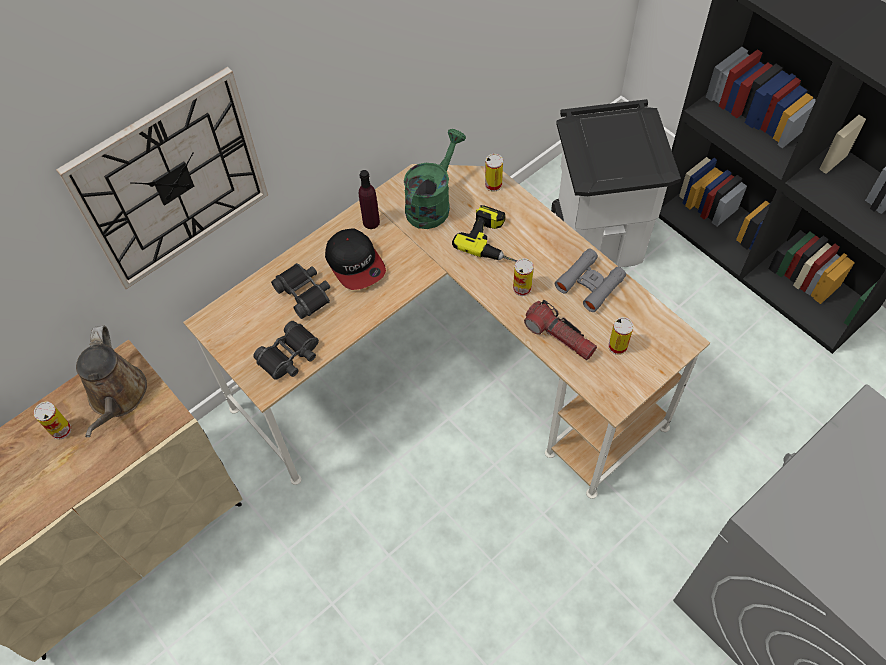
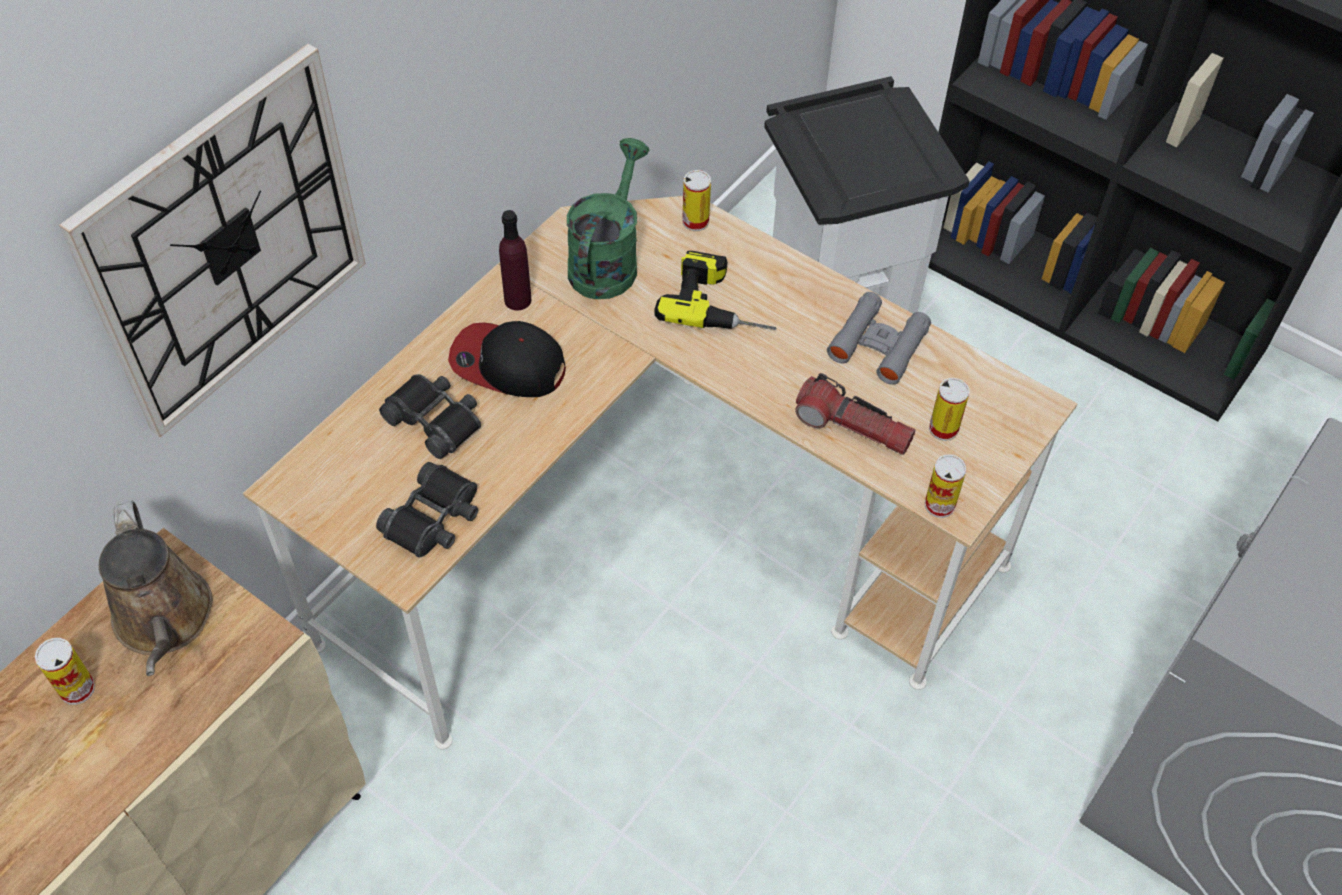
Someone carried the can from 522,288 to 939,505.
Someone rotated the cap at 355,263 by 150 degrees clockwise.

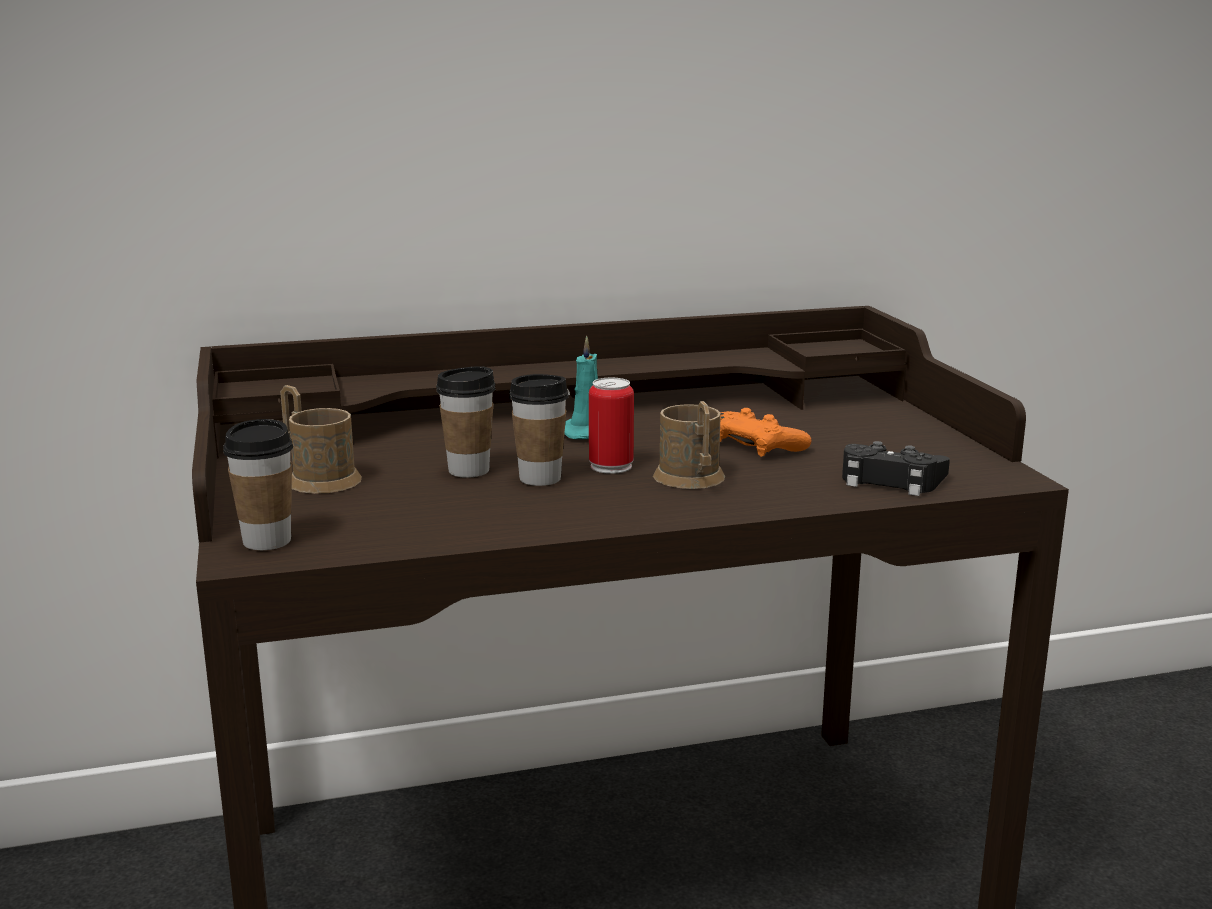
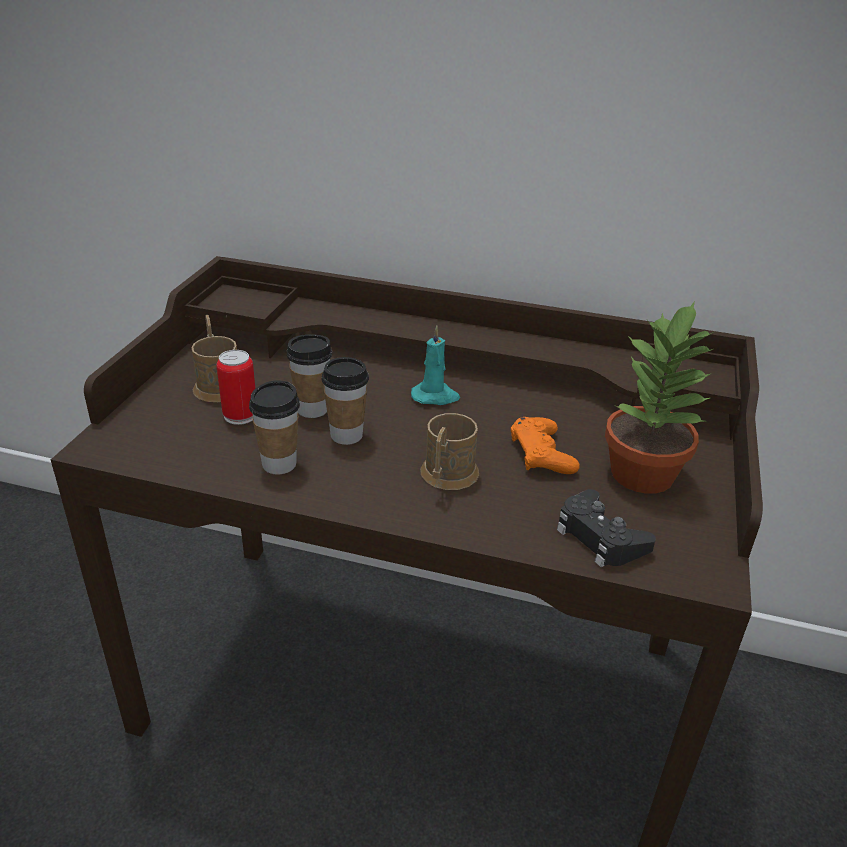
Someone put down the potted plant at 644,474.
Someone carried the cup from 267,541 to 279,464.
Someone carried the can from 611,466 to 240,415.

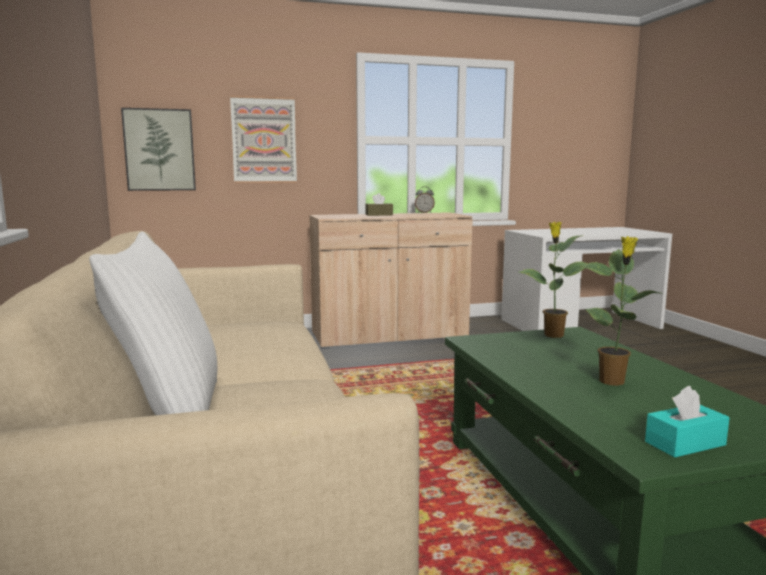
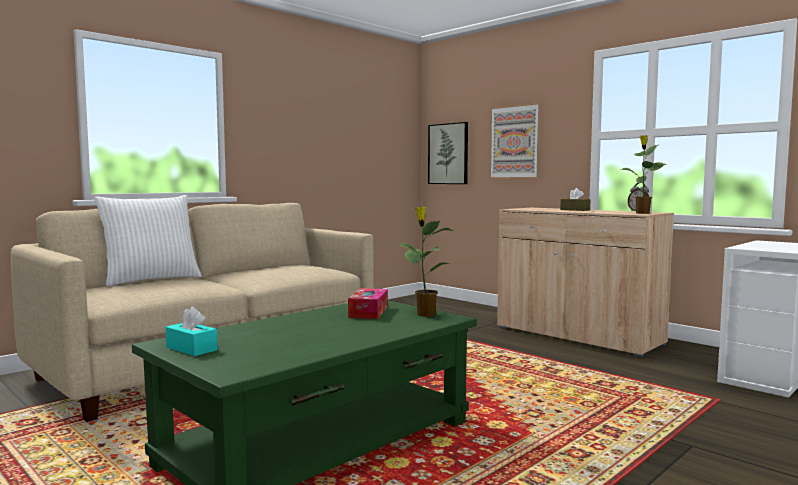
Someone put down the tissue box at 368,312.
Someone carried the potted plant from 613,382 to 642,213.

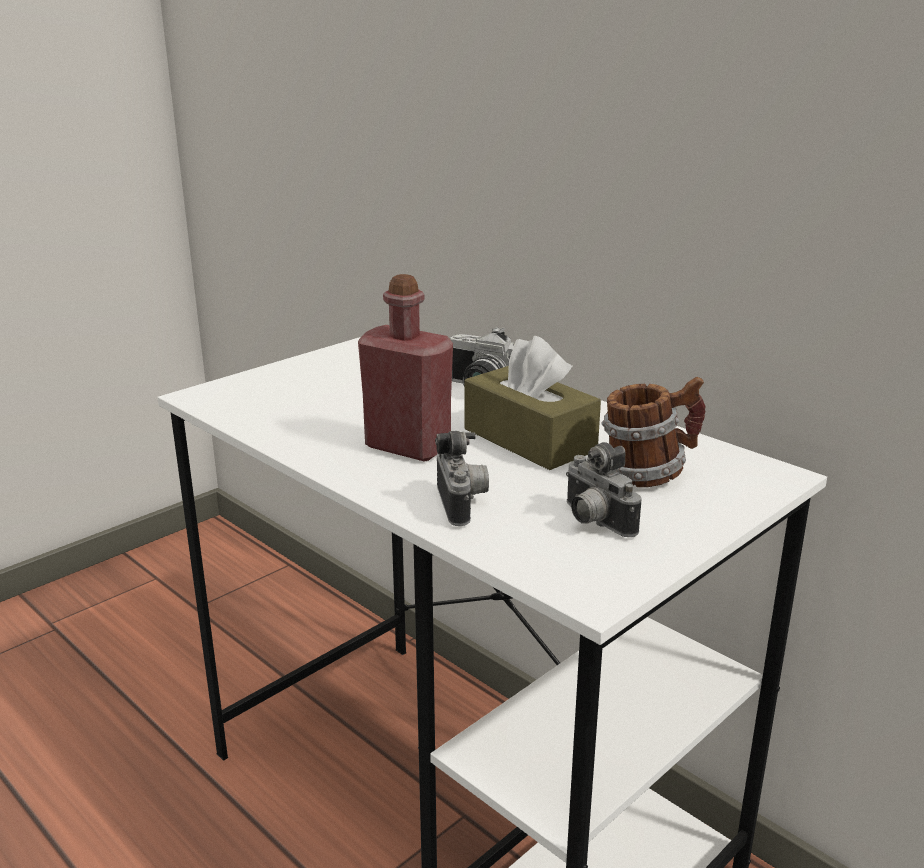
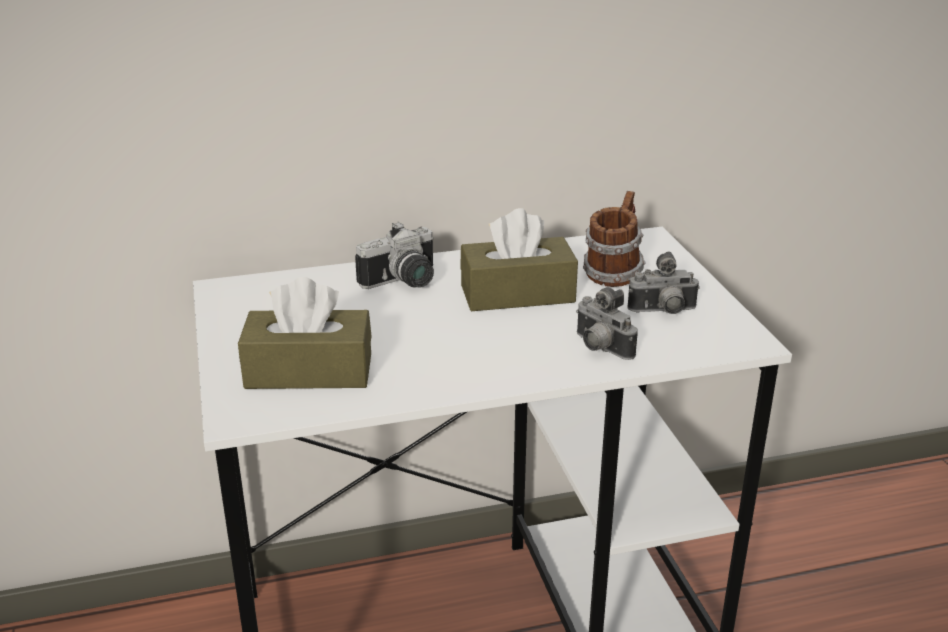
Someone took away the red bottle at 408,447.
Someone put down the brown tissue box at 309,371.
Someone rotated the photo camera at 463,505 by 150 degrees counterclockwise.

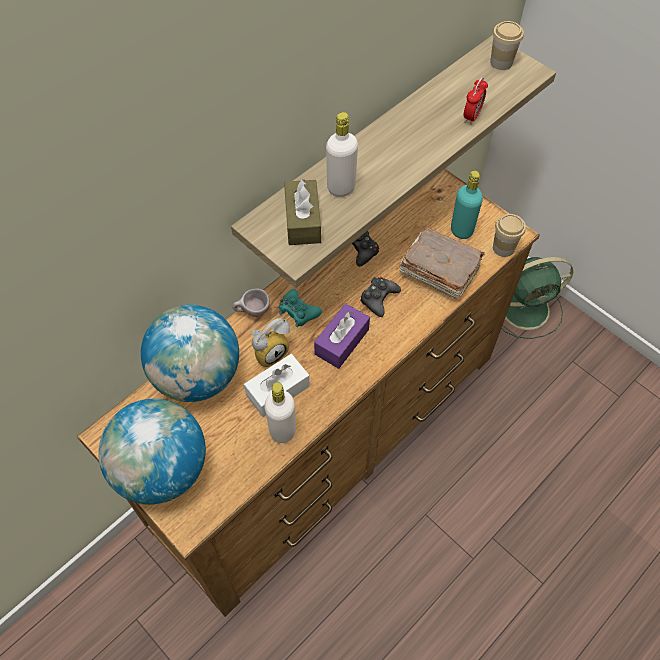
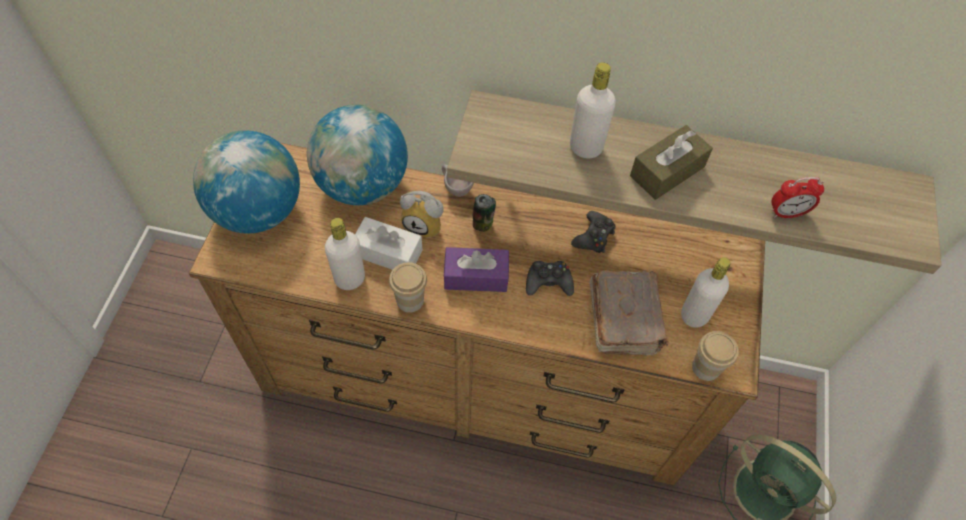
Someone carried the brown tissue box from 302,220 to 667,171.
Someone carried the cup from 501,62 to 410,300.
Someone swapped the turquoise game controller at 298,311 for the can at 483,223.
Someone repainted the turquoise bottle at 461,230, which became the white bottle at 694,315.

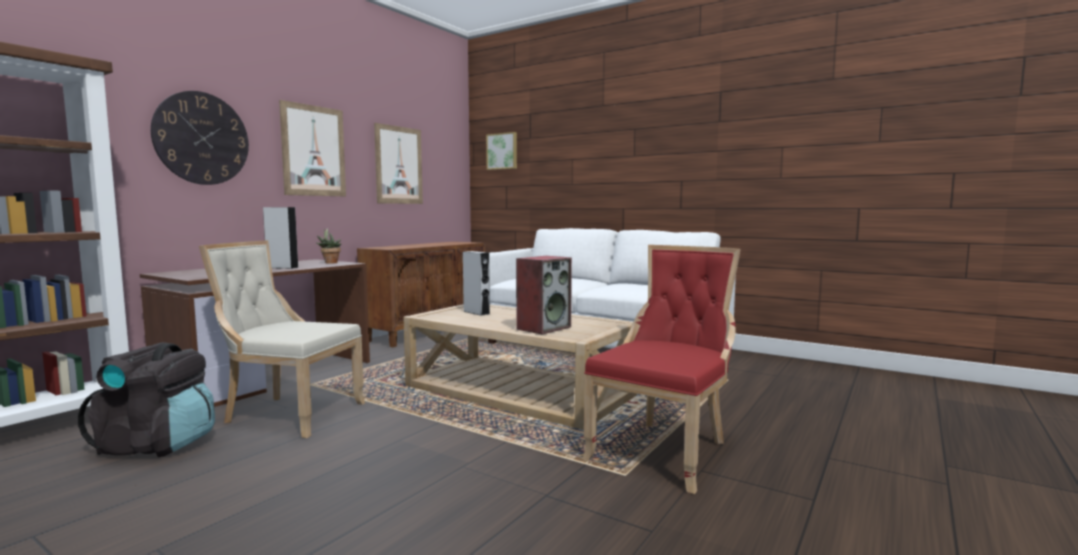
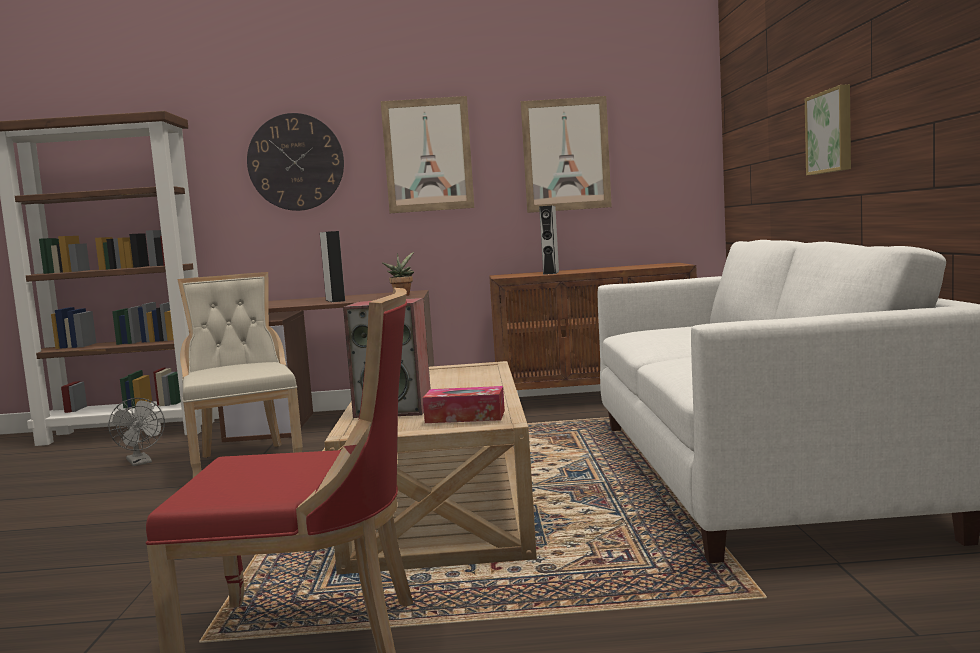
Someone put down the tissue box at 465,417.
Someone carried the grey speaker from 476,312 to 551,273.
Someone carried the picture from 502,151 to 831,132.
Someone swapped the black backpack at 158,445 for the grey fan at 141,462.

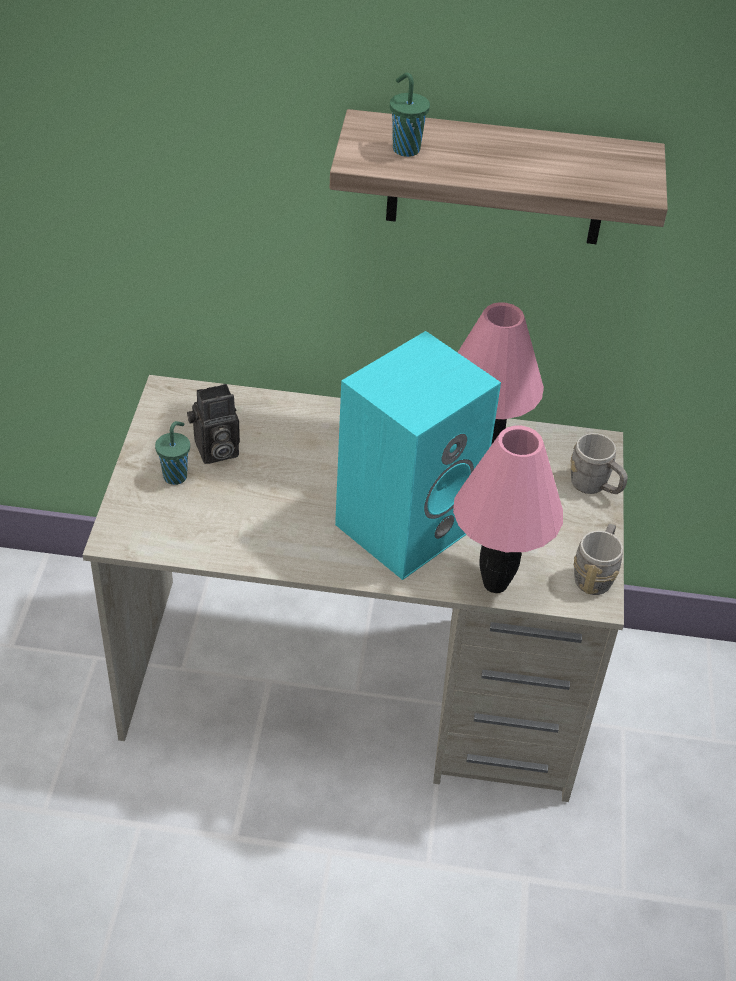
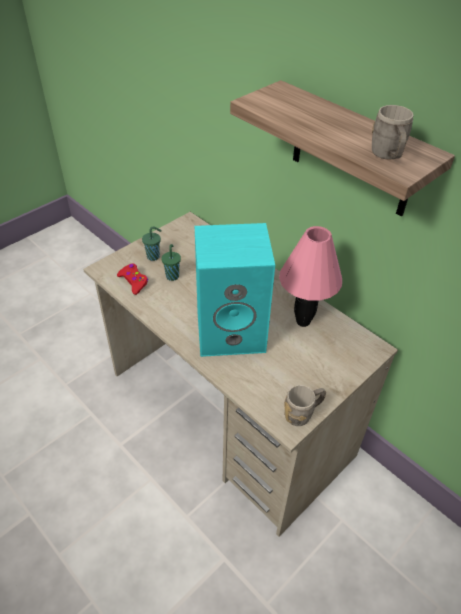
Someone took away the photo camera at 215,451.
Someone took away the pink table lamp at 496,583.
Someone put down the red game controller at 134,281.
Someone carried the green cup from 405,149 to 172,276.
Someone carried the grey mug from 594,487 to 388,156.

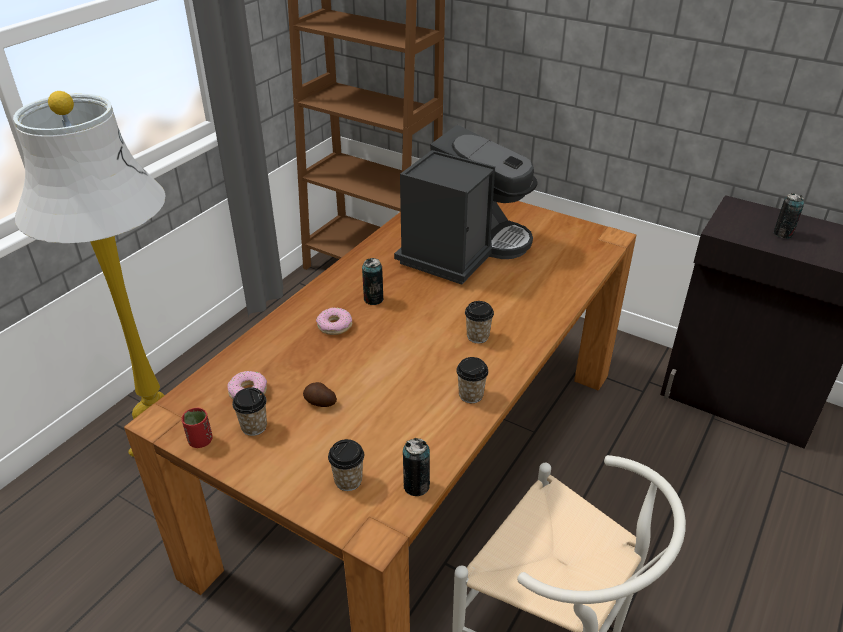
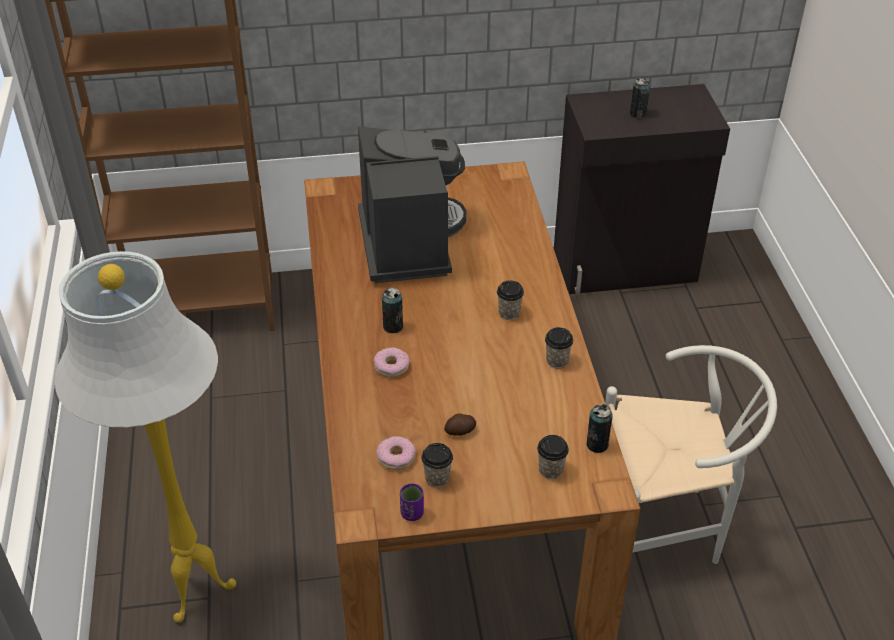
Someone repainted the red cup at 200,441, which became the purple cup at 412,513.

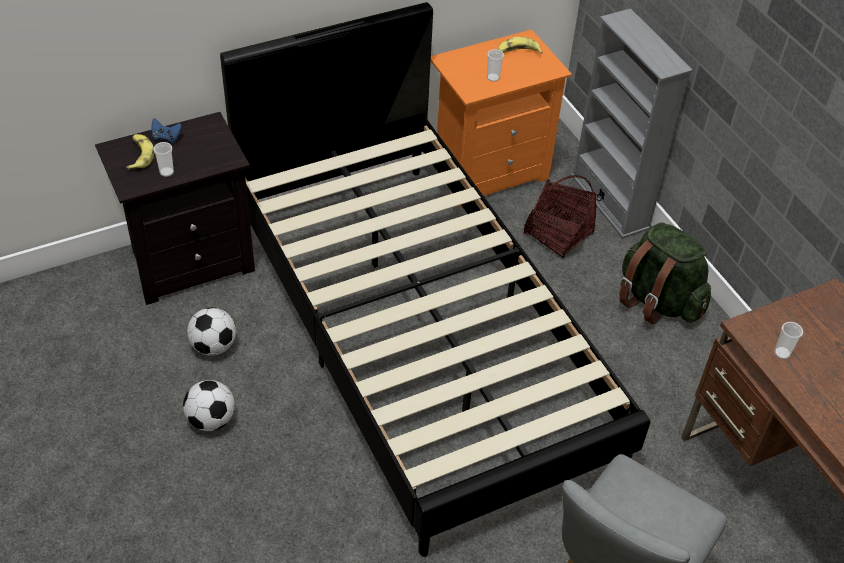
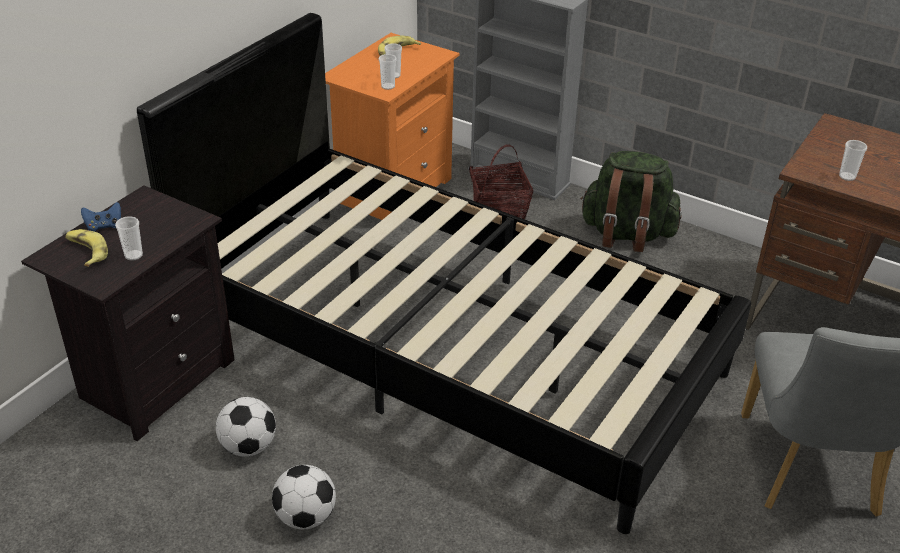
Someone put down the cup at 388,86.

